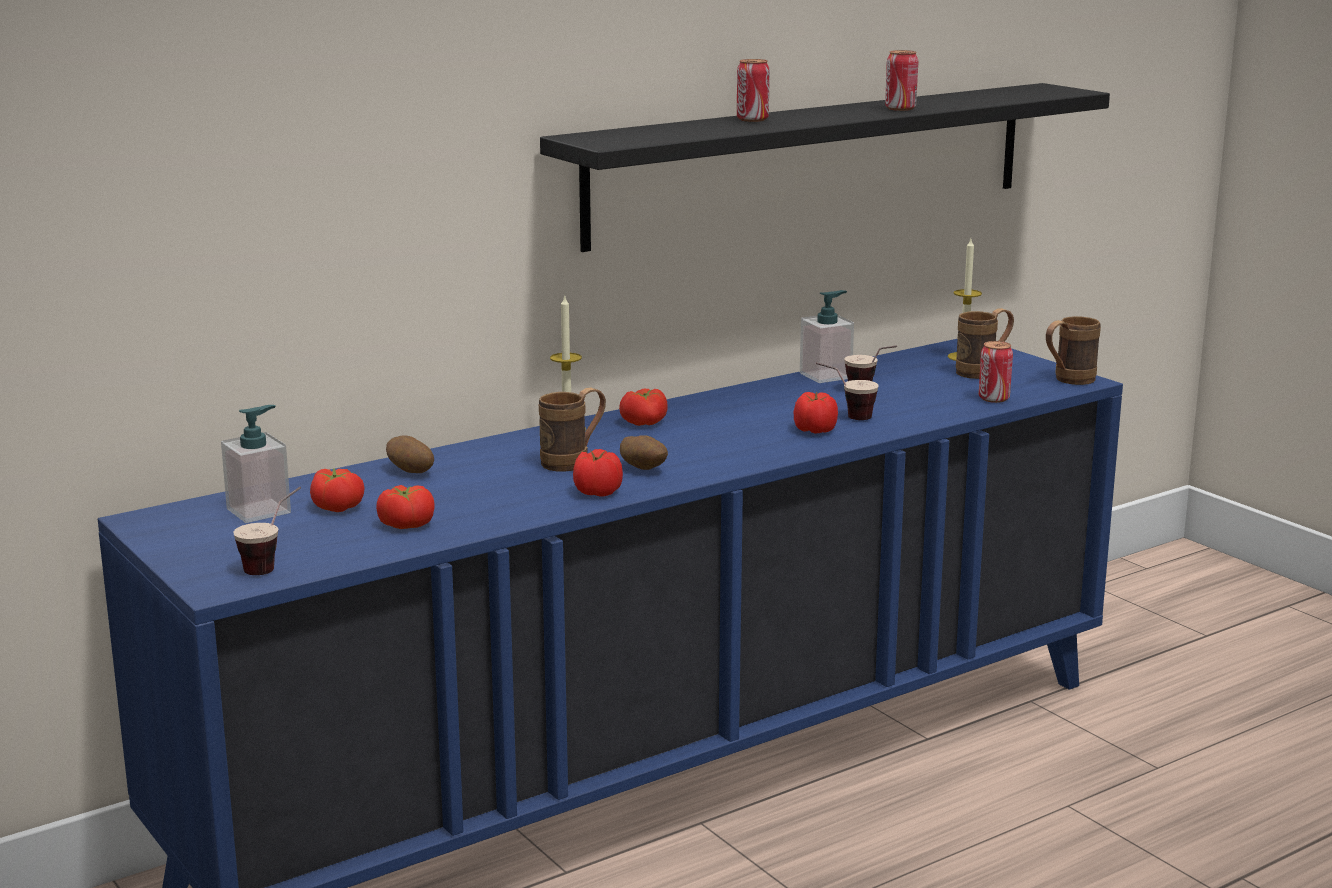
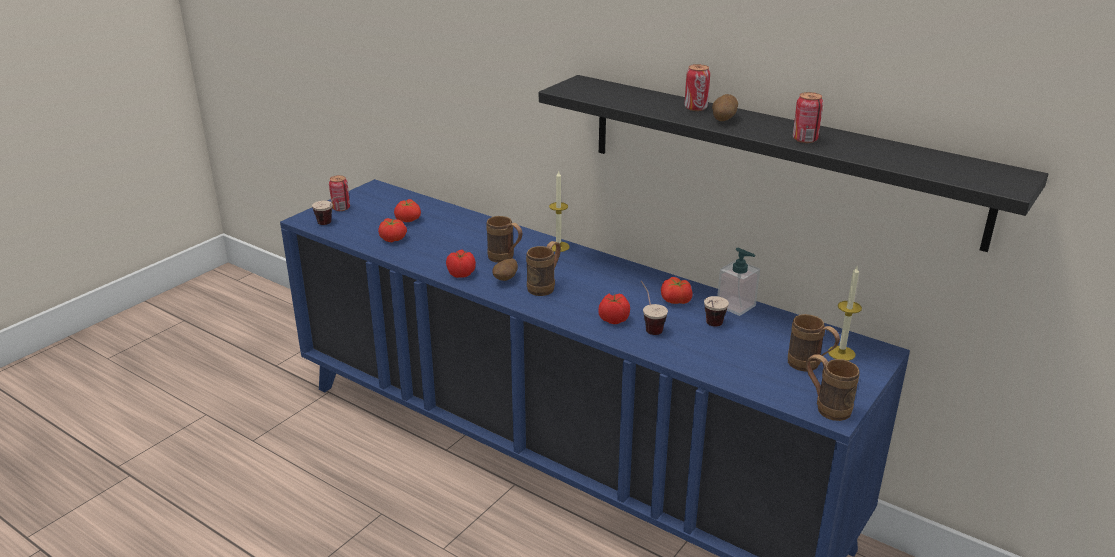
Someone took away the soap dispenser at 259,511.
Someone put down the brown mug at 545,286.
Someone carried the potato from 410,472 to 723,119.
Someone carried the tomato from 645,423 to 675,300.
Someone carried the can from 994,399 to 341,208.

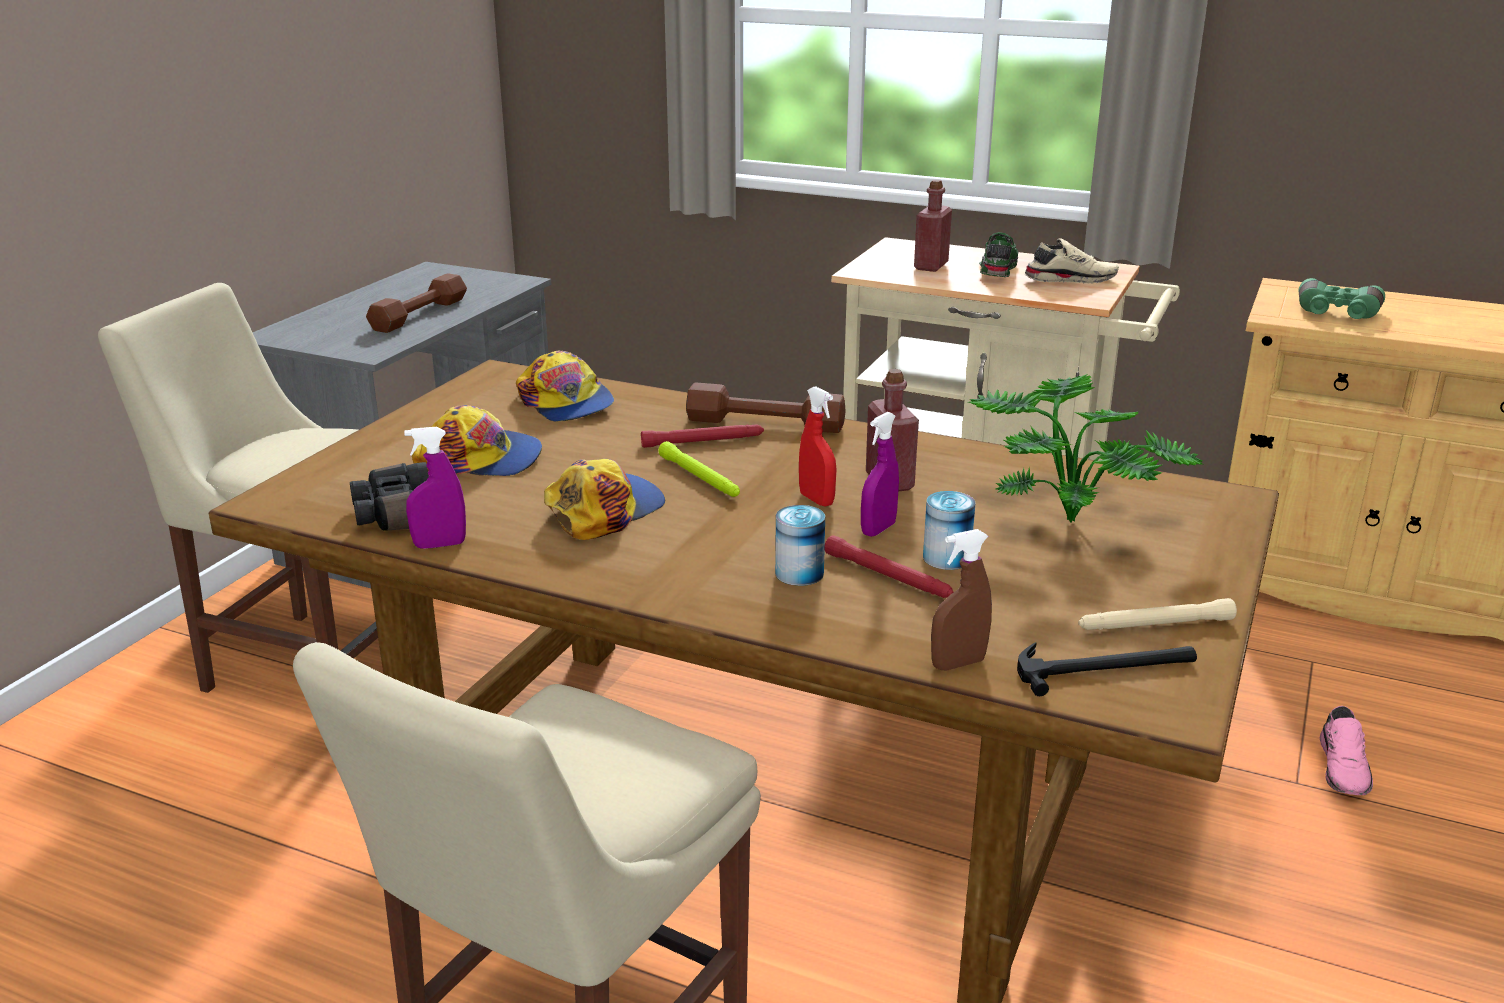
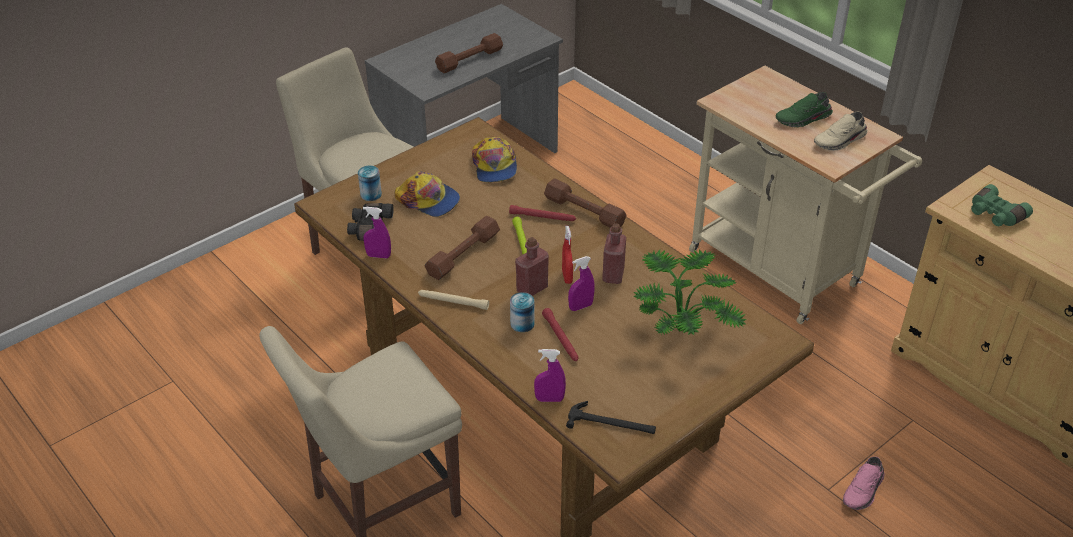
Someone carried the red bottle from 931,266 to 532,289.
Someone carried the can from 946,558 to 371,194.
Someone carried the beige flashlight from 1154,625 to 453,302.
Someone swapped the cap at 604,510 for the brown dumbbell at 463,254.
Someone repainted the brown spray bottle at 958,664, which became the purple spray bottle at 549,399.
Someone rotated the green shoe at 996,270 by 150 degrees counterclockwise.
Someone rotated the beige shoe at 1069,279 by 135 degrees clockwise.

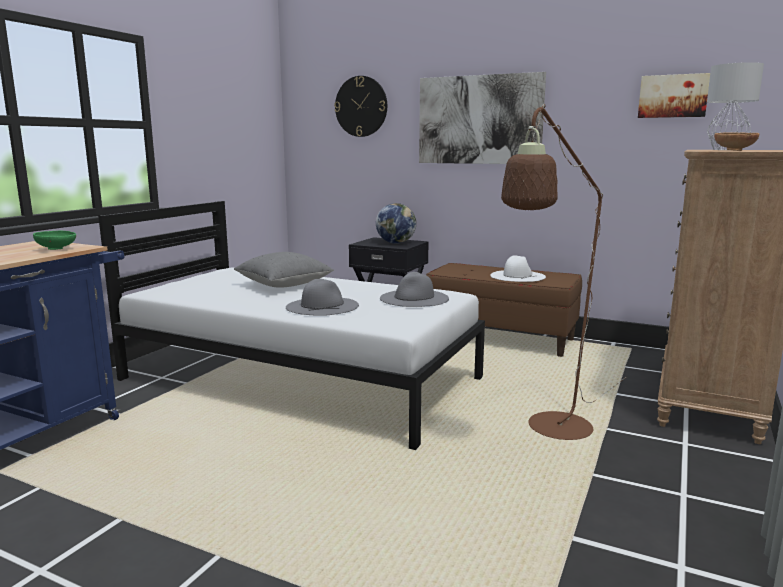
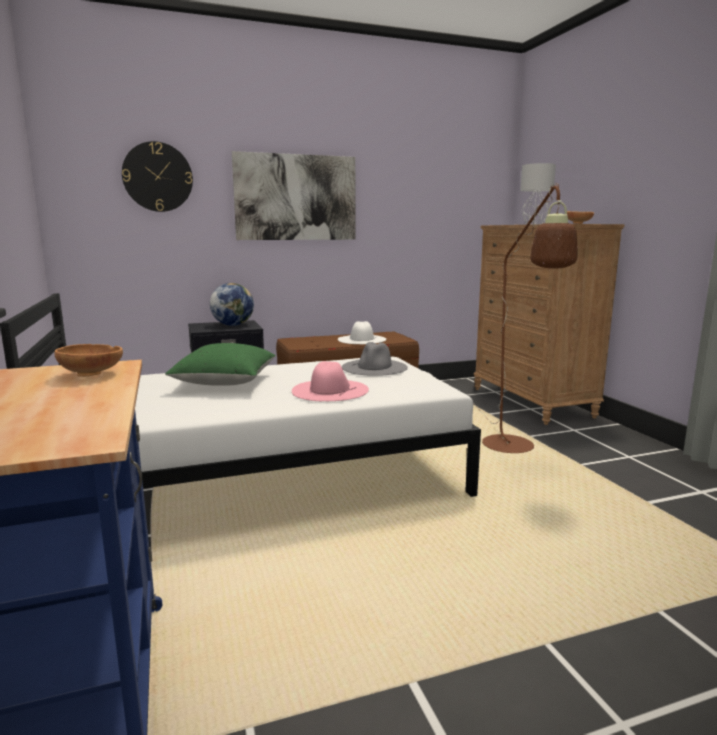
Someone took away the picture at 673,96.
Someone repainted the green bowl at 57,249, which became the brown bowl at 93,374.
Someone repainted the grey pillow at 284,285, which became the green pillow at 225,382.
Someone repainted the grey hat at 322,306, which became the pink hat at 330,390.

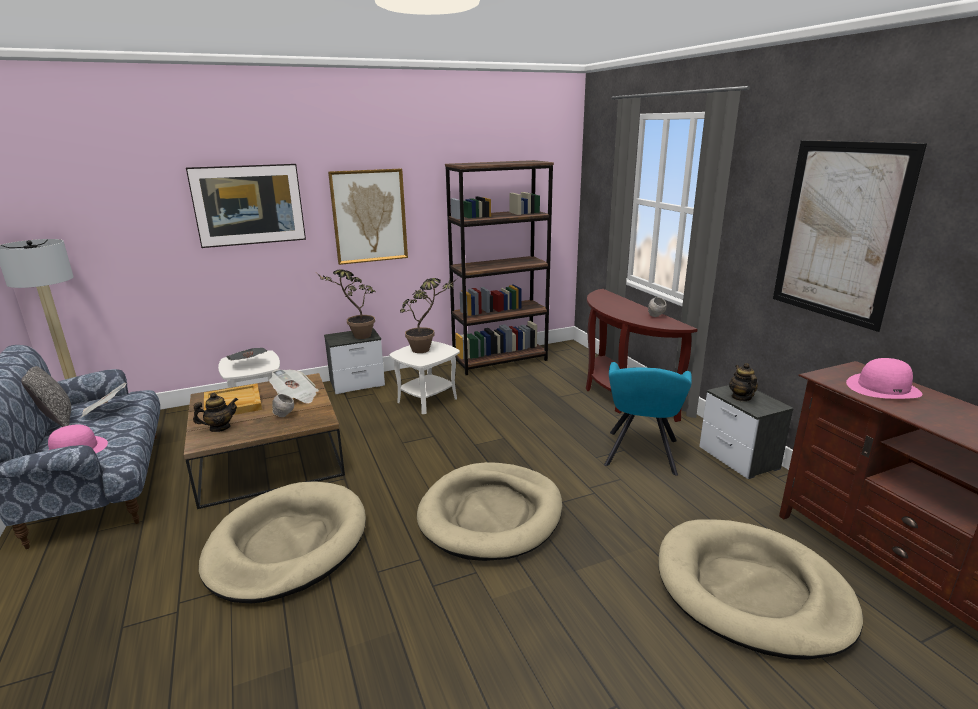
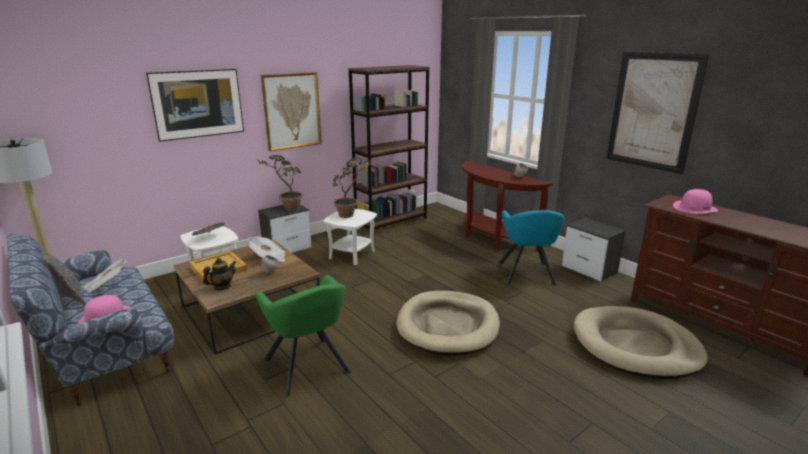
Someone took away the teapot at 741,397.
Someone swapped the beige dog bed at 287,545 for the green armchair at 308,367.

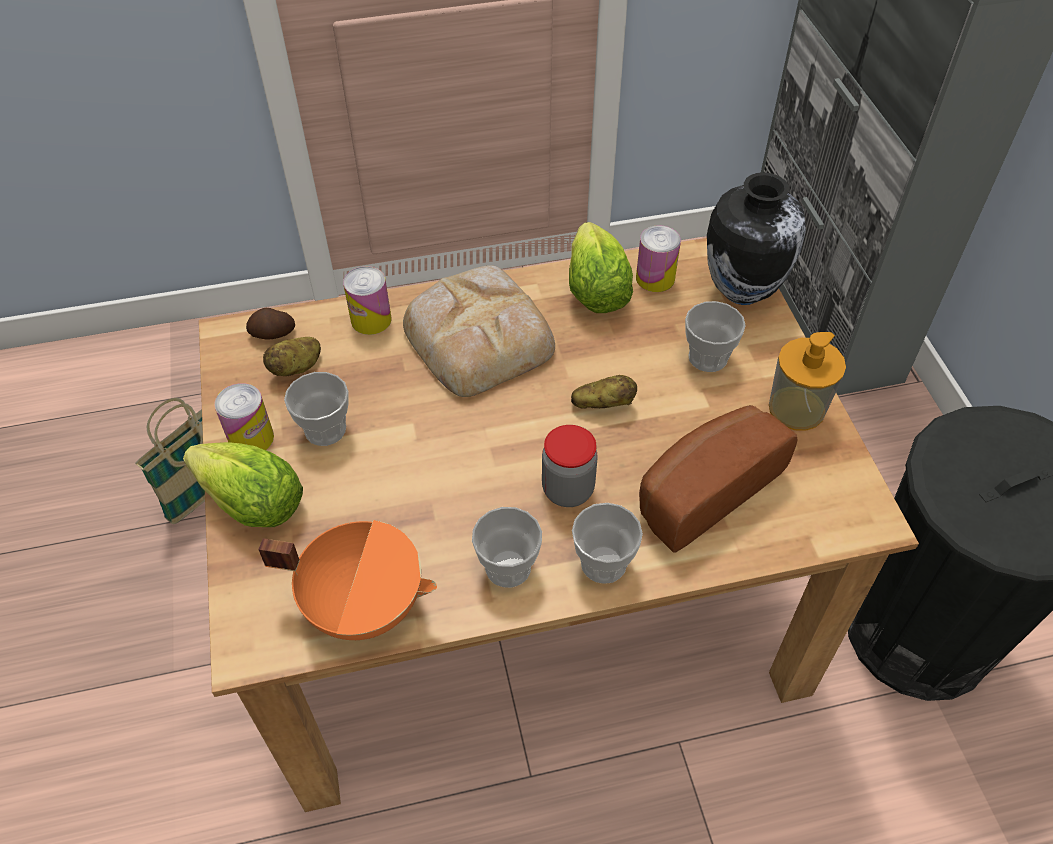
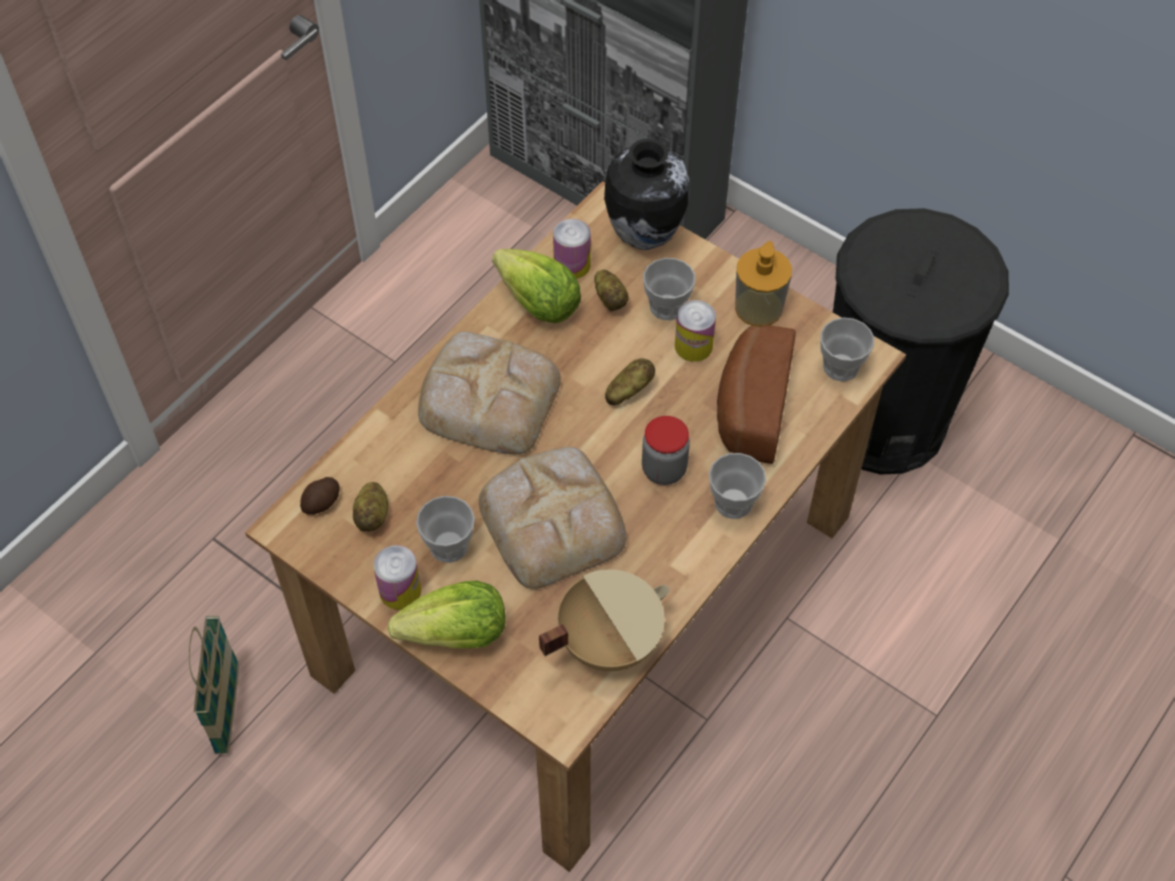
Someone put down the bread at 553,519.
Someone put down the potato at 611,299.
Someone carried the can from 371,320 to 693,346.
Someone carried the cup from 508,567 to 841,367.
Someone repainted the orange cooking pot at 364,603, which became the beige cooking pot at 608,640.

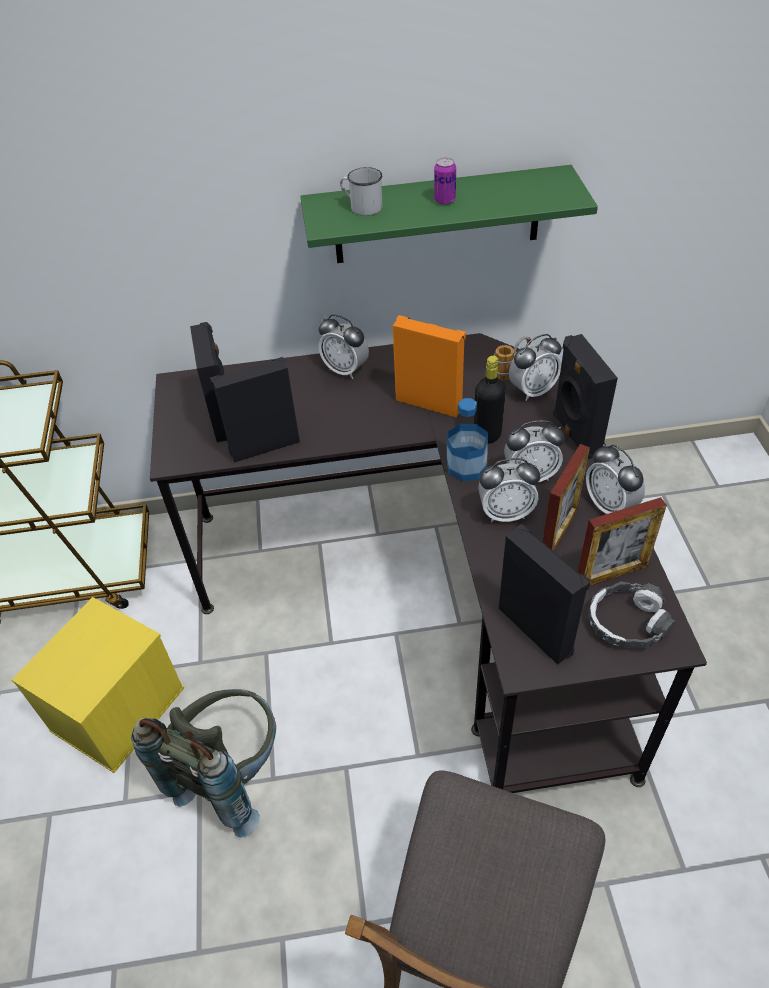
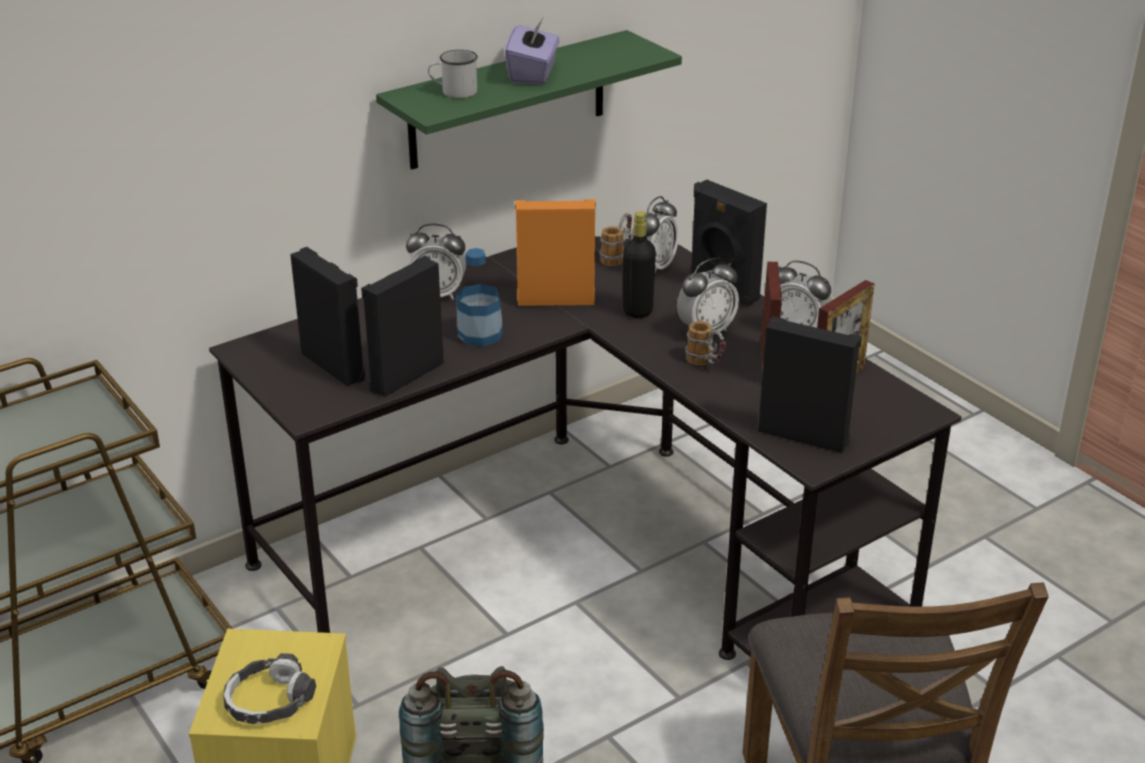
Someone carried the bottle from 466,466 to 480,334.
Someone carried the headphones from 627,622 to 269,701.
Someone swapped the can at 444,200 for the purple tissue box at 533,74.
Someone swapped the alarm clock at 505,513 for the mug at 706,364.

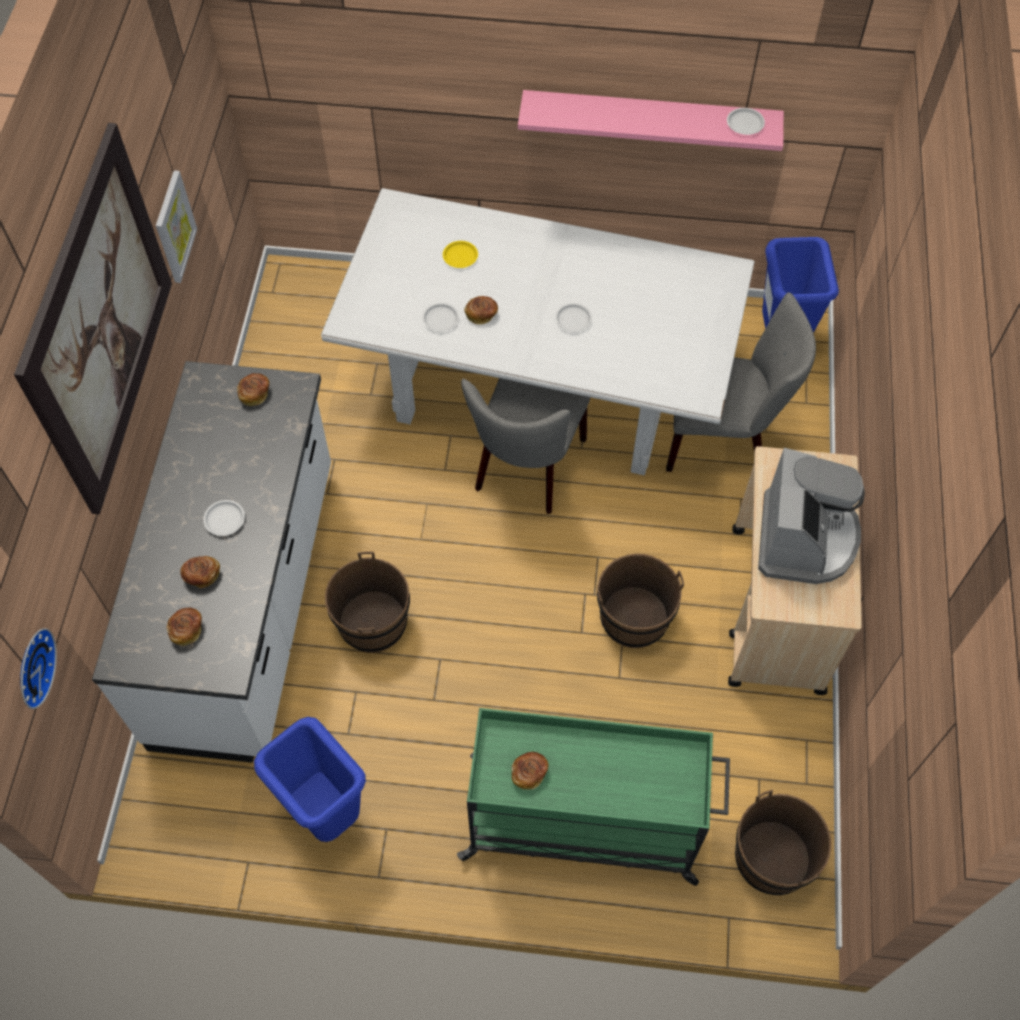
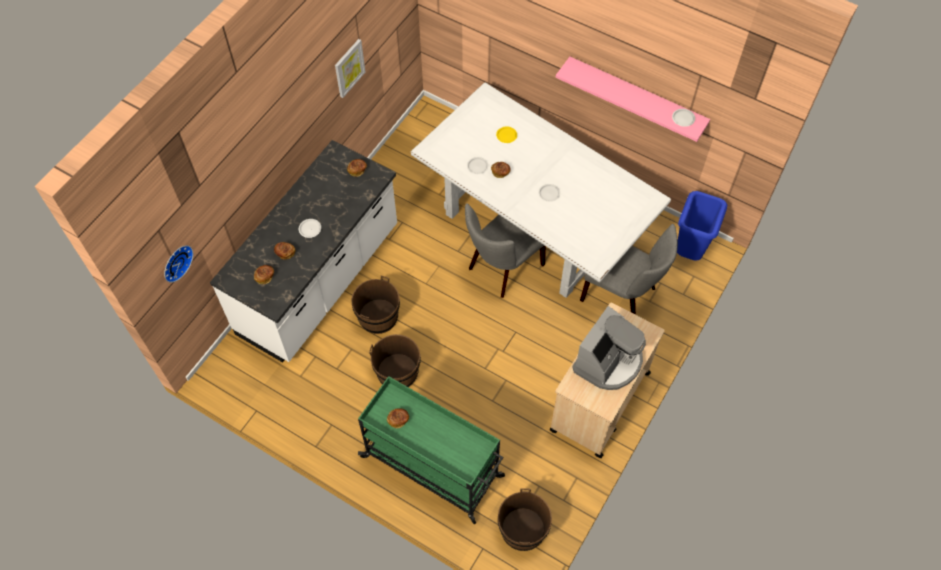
Someone took away the picture at 99,322.
Someone took away the blue trash can at 326,812.
Someone carried the brown bucket from 634,618 to 397,372.

